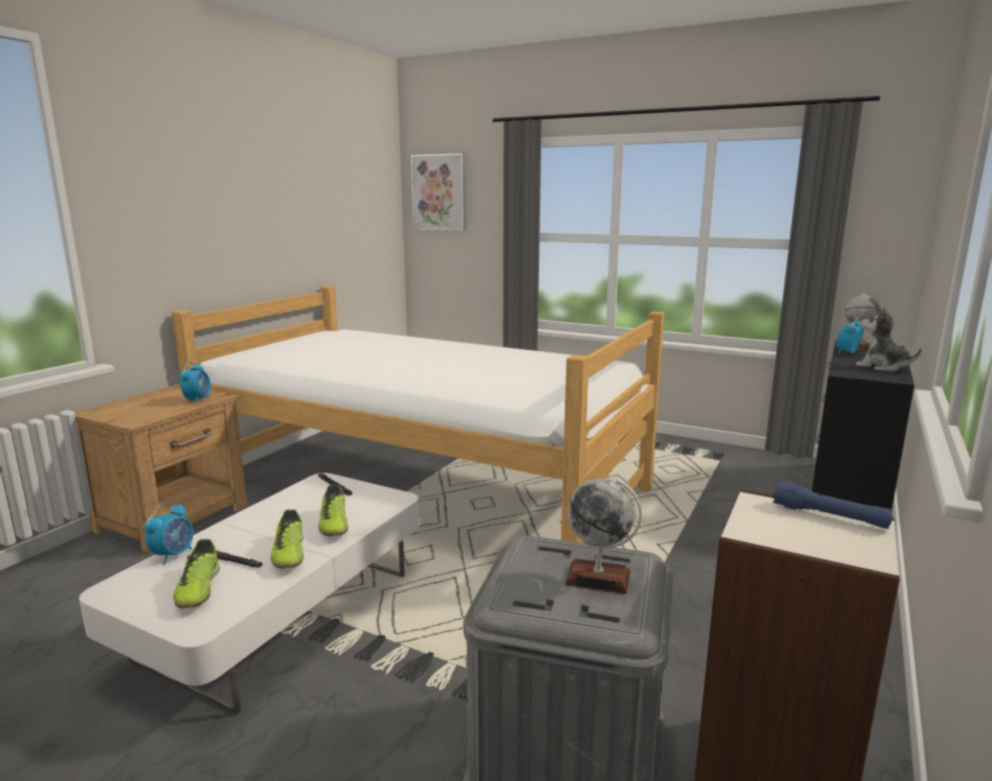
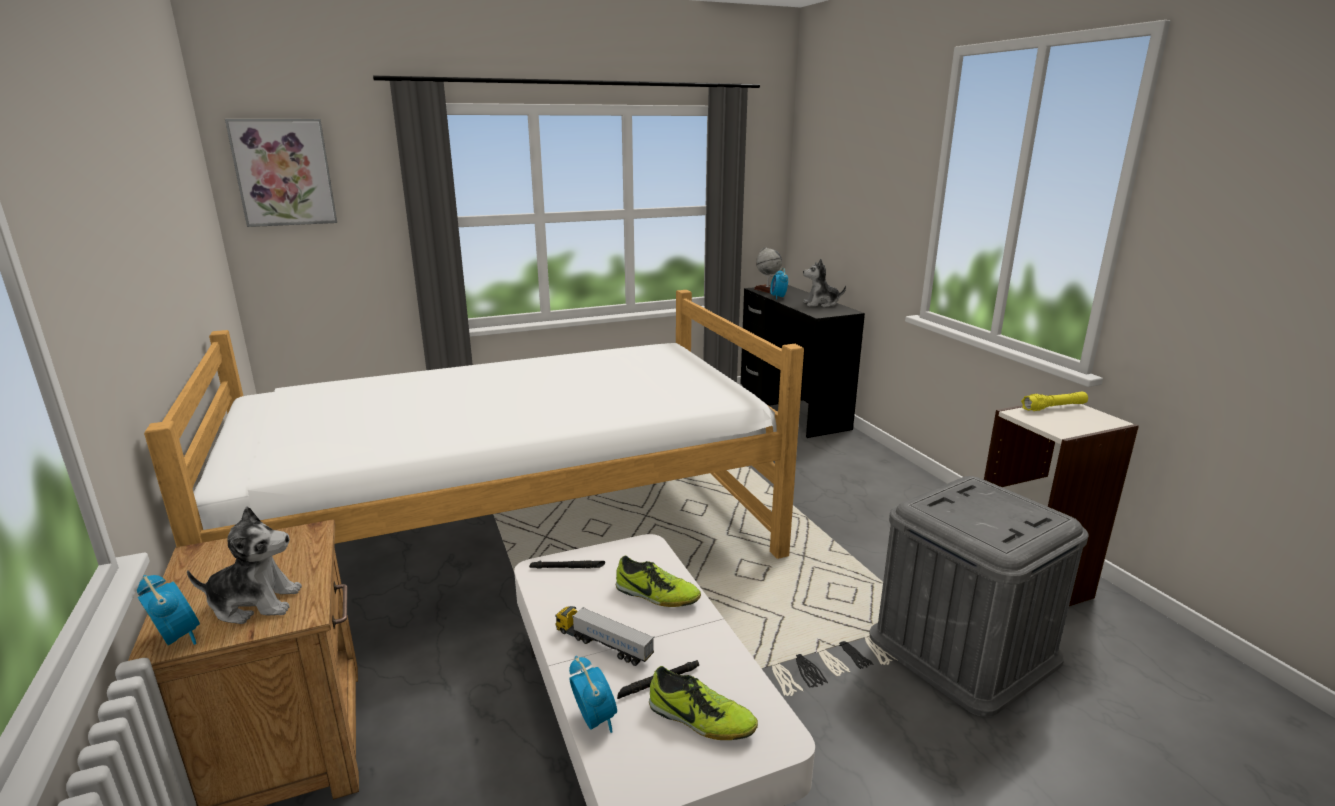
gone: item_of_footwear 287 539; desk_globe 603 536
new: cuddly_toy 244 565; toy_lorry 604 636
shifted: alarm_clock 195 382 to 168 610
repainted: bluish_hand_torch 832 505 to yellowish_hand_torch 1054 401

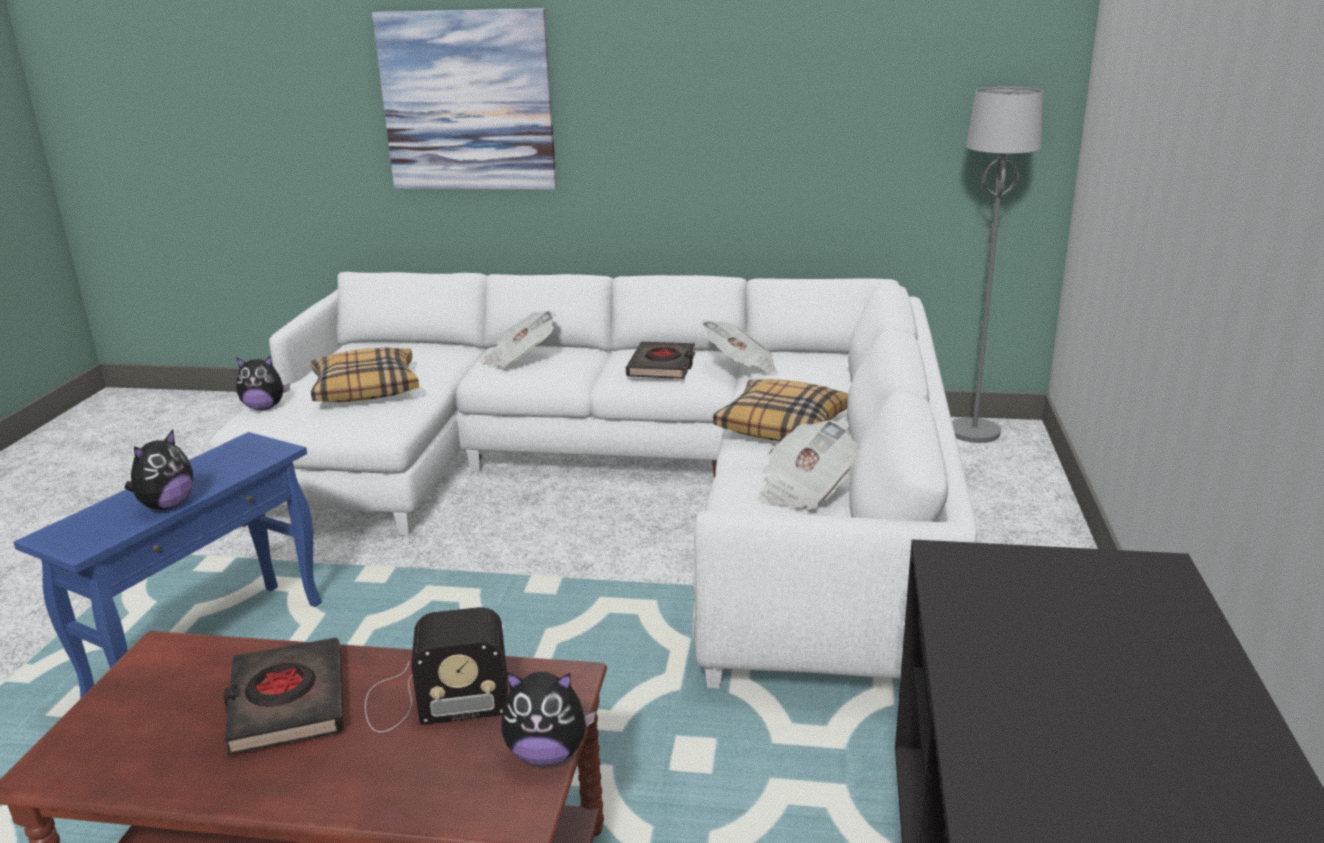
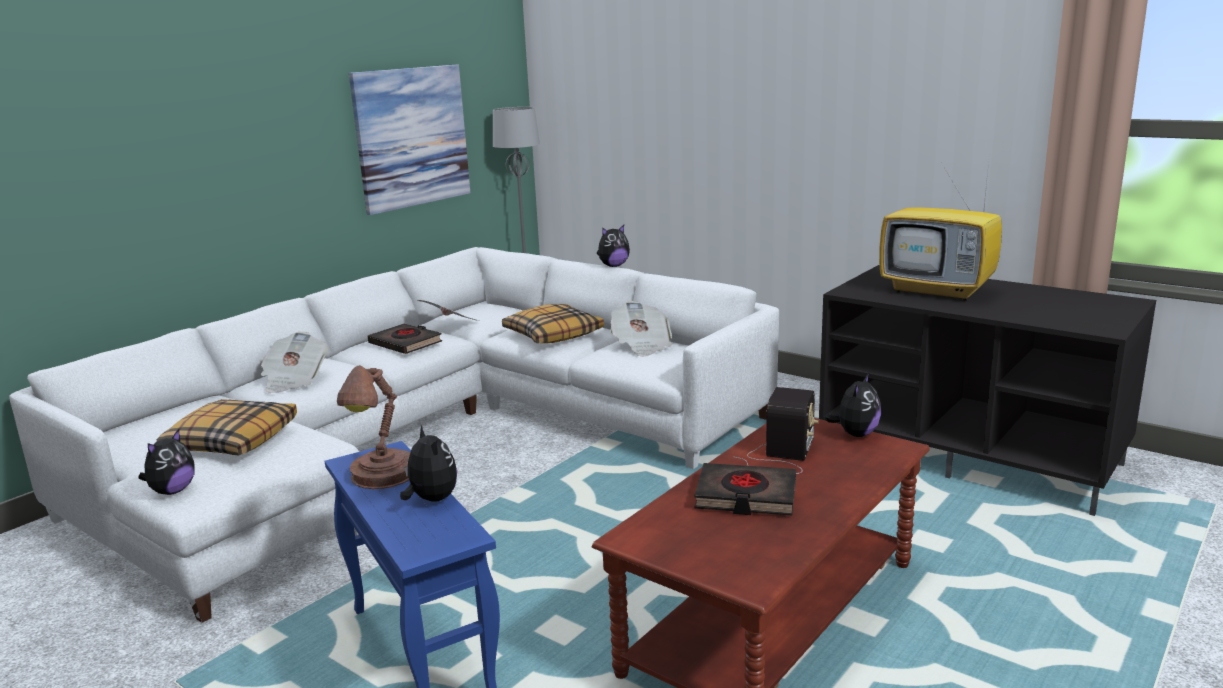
new: brownish_tabletop_lamp 374 427; cuddly_toy 613 246; TV 940 231
shifted: wall_picture 464 99 to 409 139

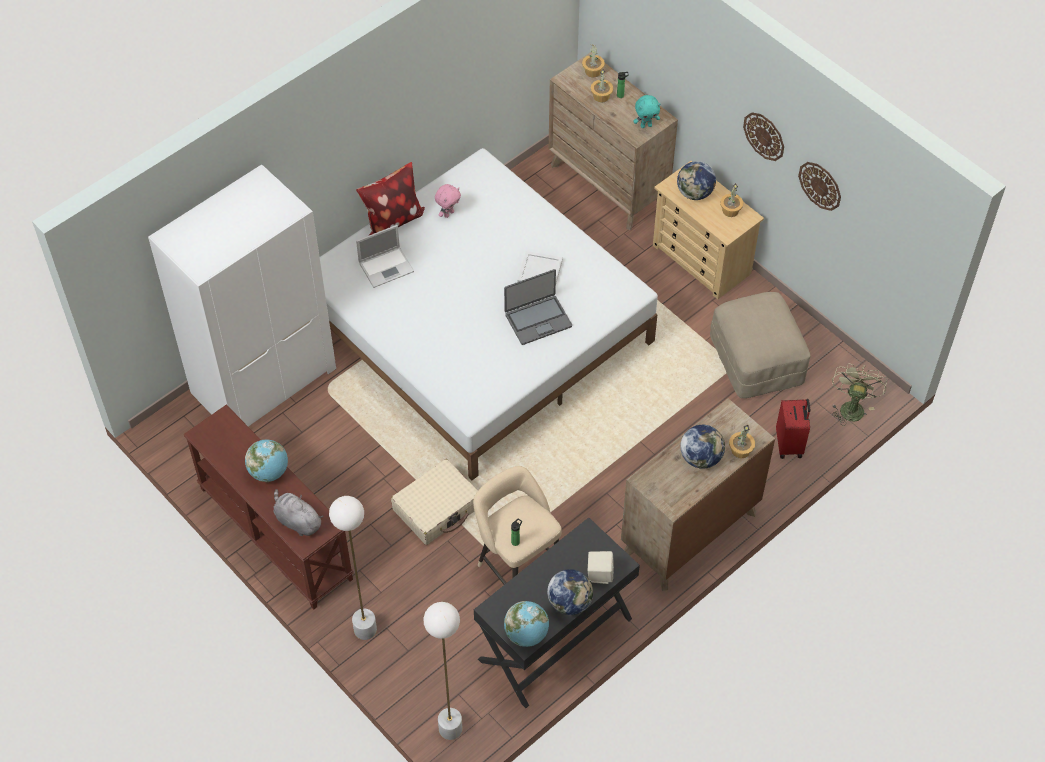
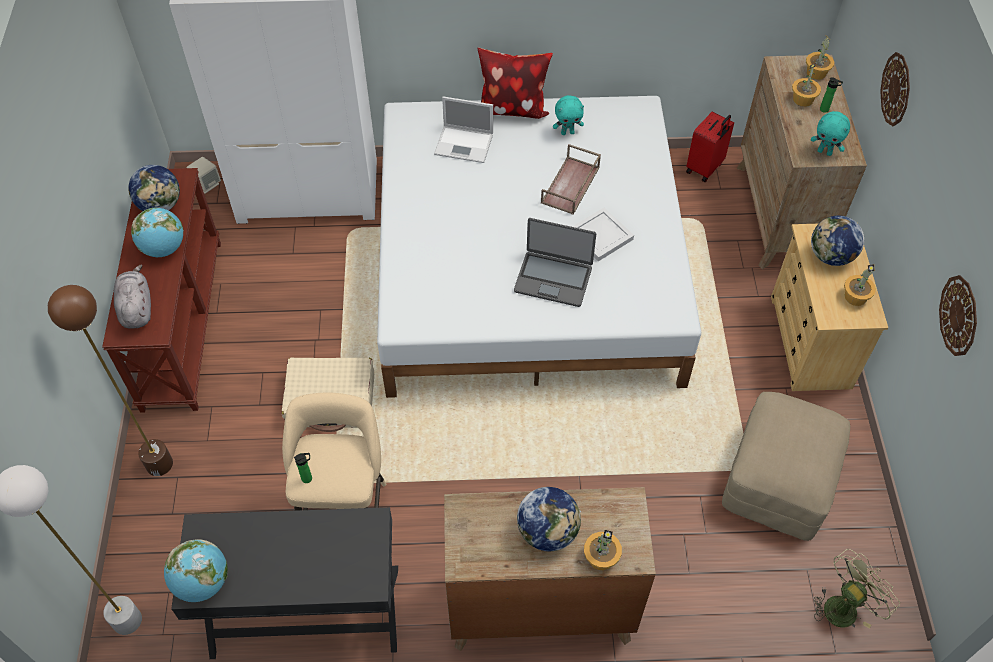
new: brownish_tray 571 179
shifted: desk_globe 570 592 to 154 188; beige_loudspeaker 601 567 to 203 175; wall_clock 763 136 to 895 89; red_travel_case 793 429 to 710 146
repainted: white-coloured_standard_lamp 353 568 to brownish_standard_lamp 110 380; pink_cuddly_toy 448 201 to turquoise_cuddly_toy 568 115

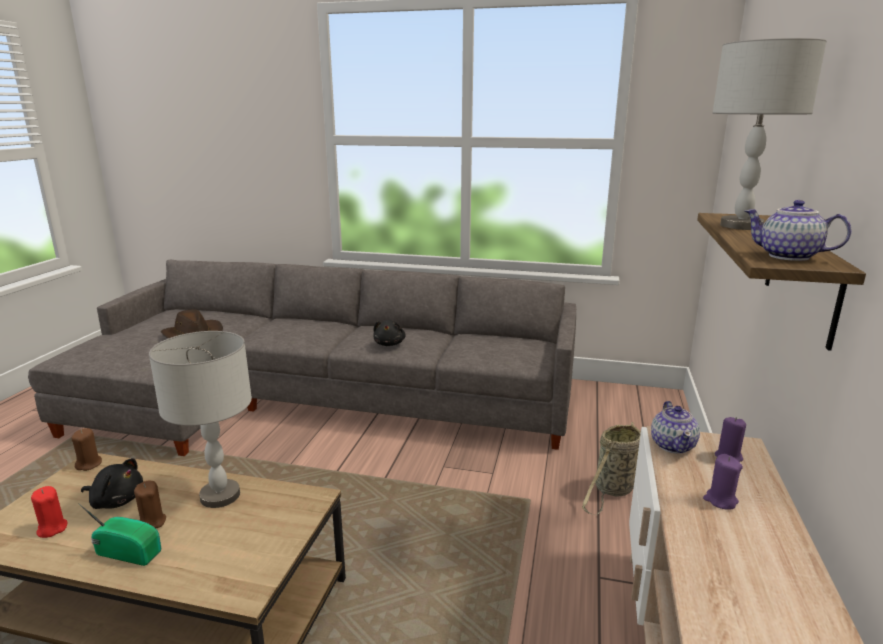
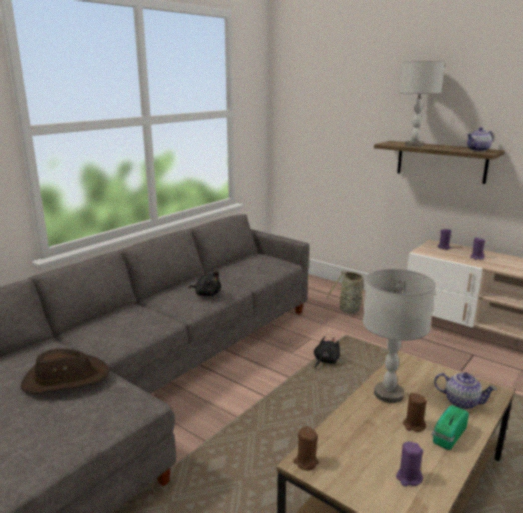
shifted: blackish_cuddly_toy 112 483 to 327 352; teapot 675 427 to 465 391
repainted: red_wax_light 49 512 to purplish_wax_light 409 464

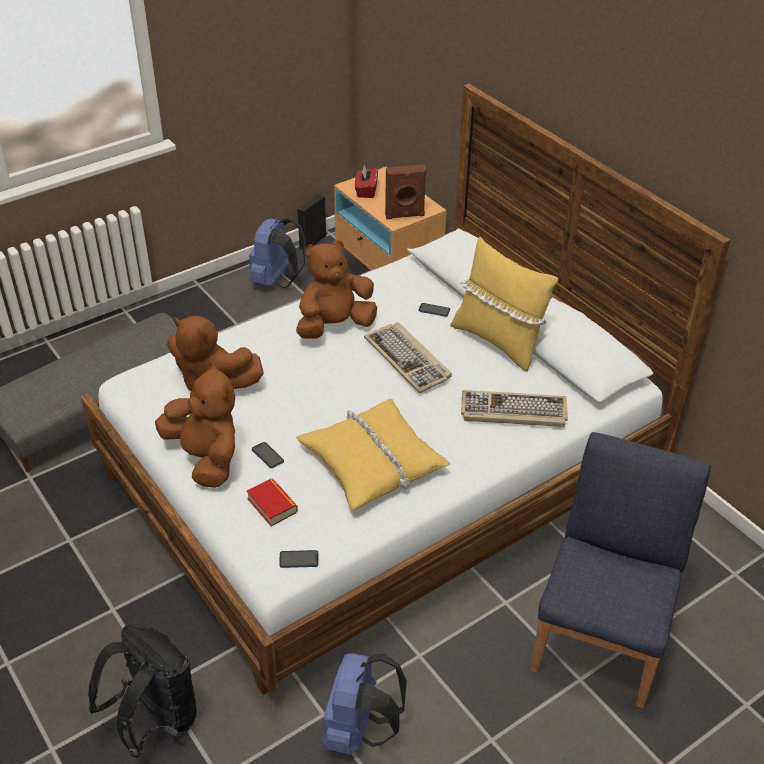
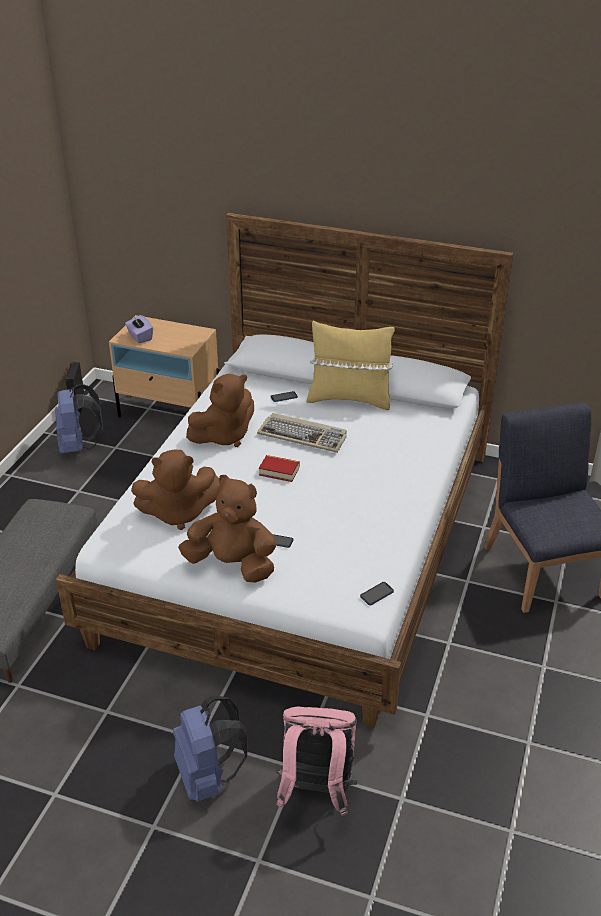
gone: yellowish_pillow 373 455; brownish_loudspeaker 405 191; PC_keyboard 514 408
shifted: book 272 502 to 279 468; bluish_rucksack 364 704 to 210 748
repainted: blackish_rucksack 142 690 to pink_rucksack 316 761; red_tissue_holder 366 181 to purplish_tissue_holder 139 329
rotated: brownish_cuddly_toy 336 289 = 220 410 150 degrees counterclockwise

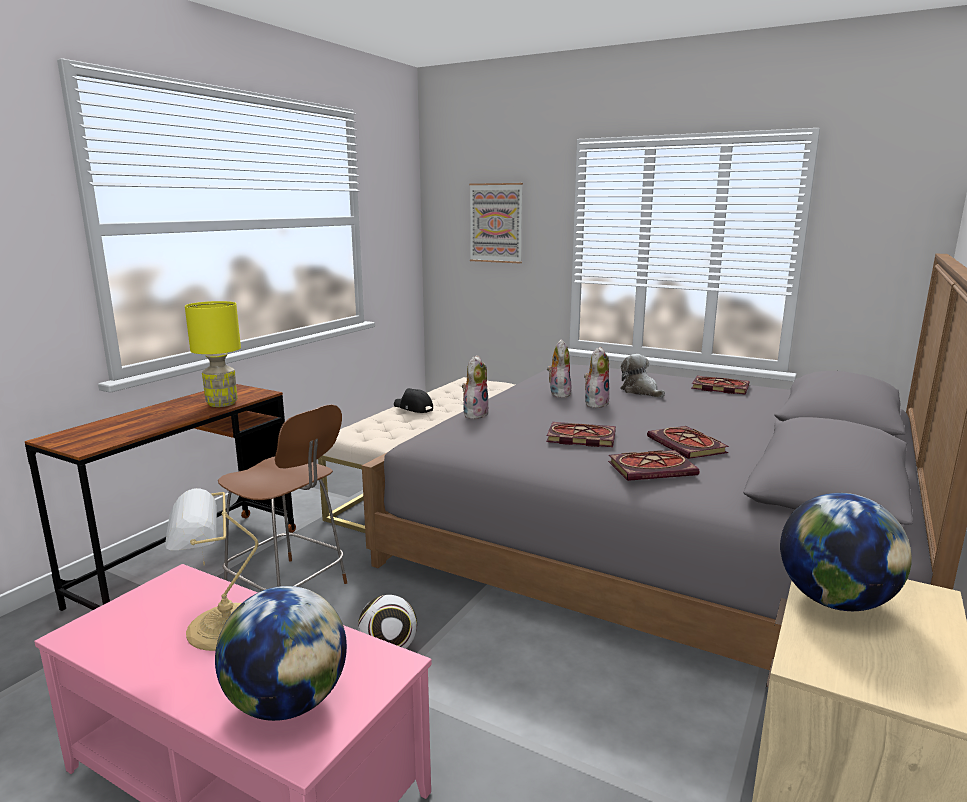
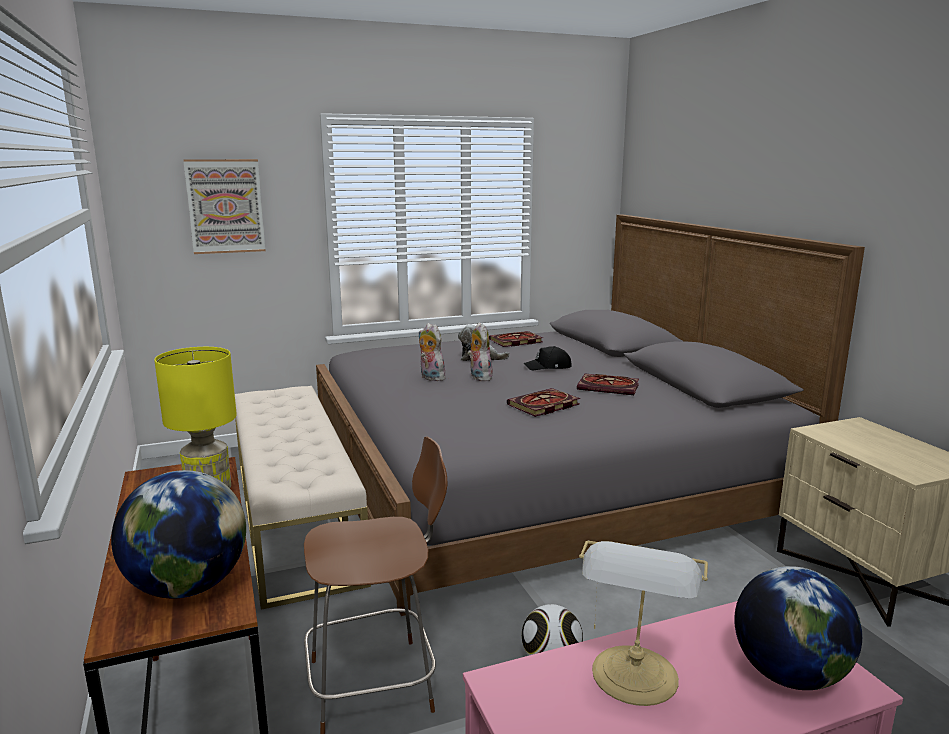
gone: cuddly_toy 475 387; book 653 465
shifted: blackish_baseball_cap 413 400 to 547 358; desk_globe 846 552 to 178 534

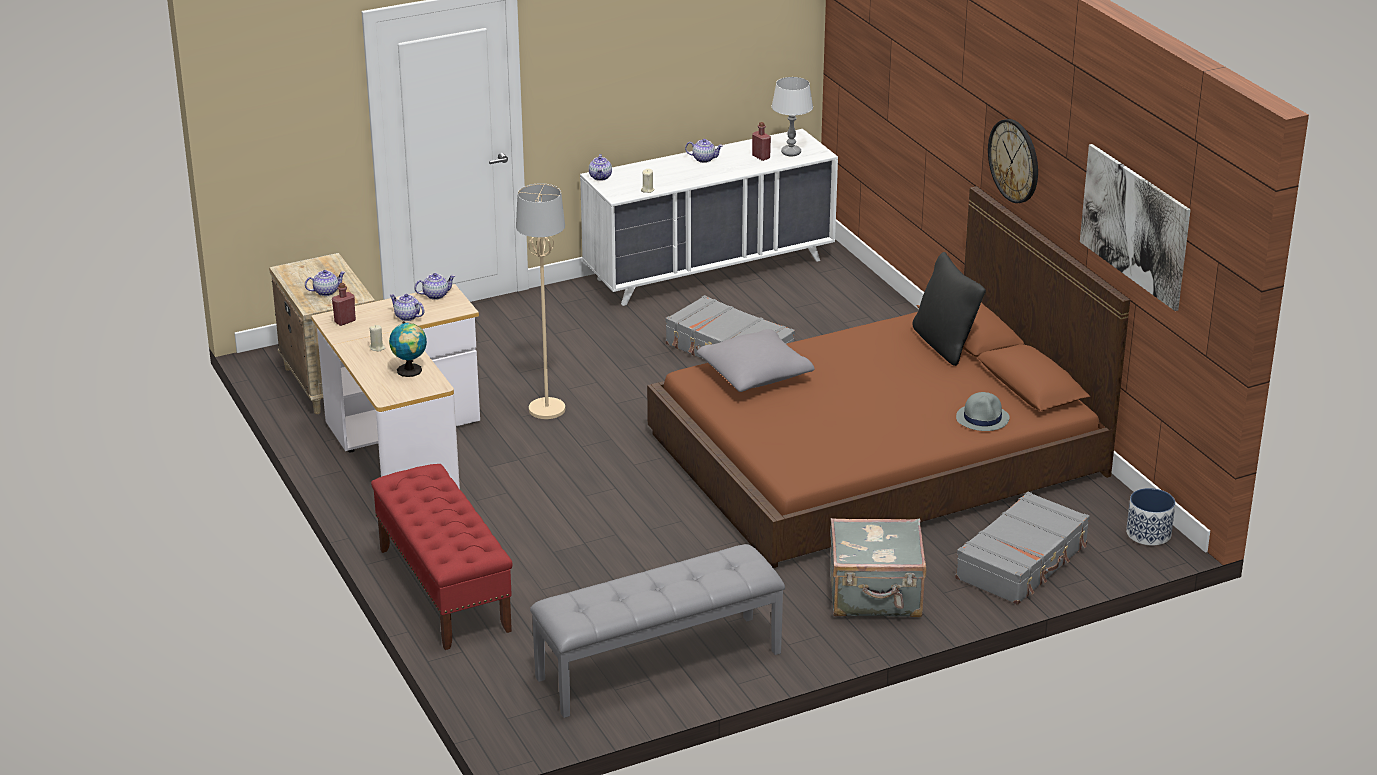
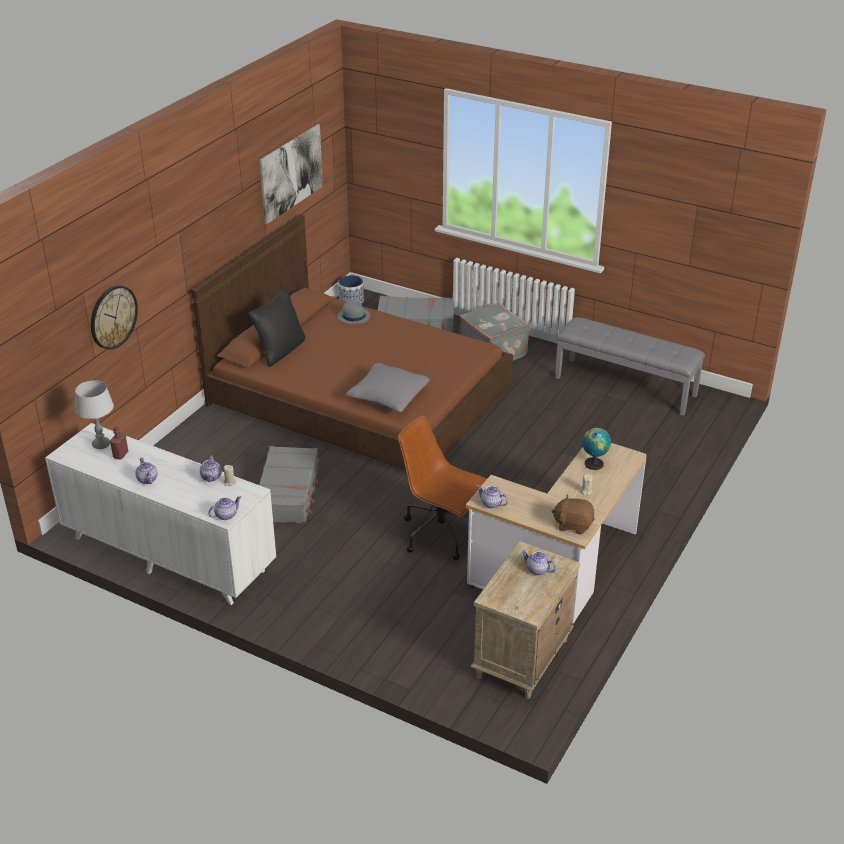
gone: red_long_seat 442 557
shifted: teapot 406 307 to 210 468; wall_clock 1013 161 to 114 317
swapped: red_beverage_bottle 344 304 to brownish_cuddly_toy 573 515; beige_standard_lamp 540 301 to brownish_office_chair 442 488

